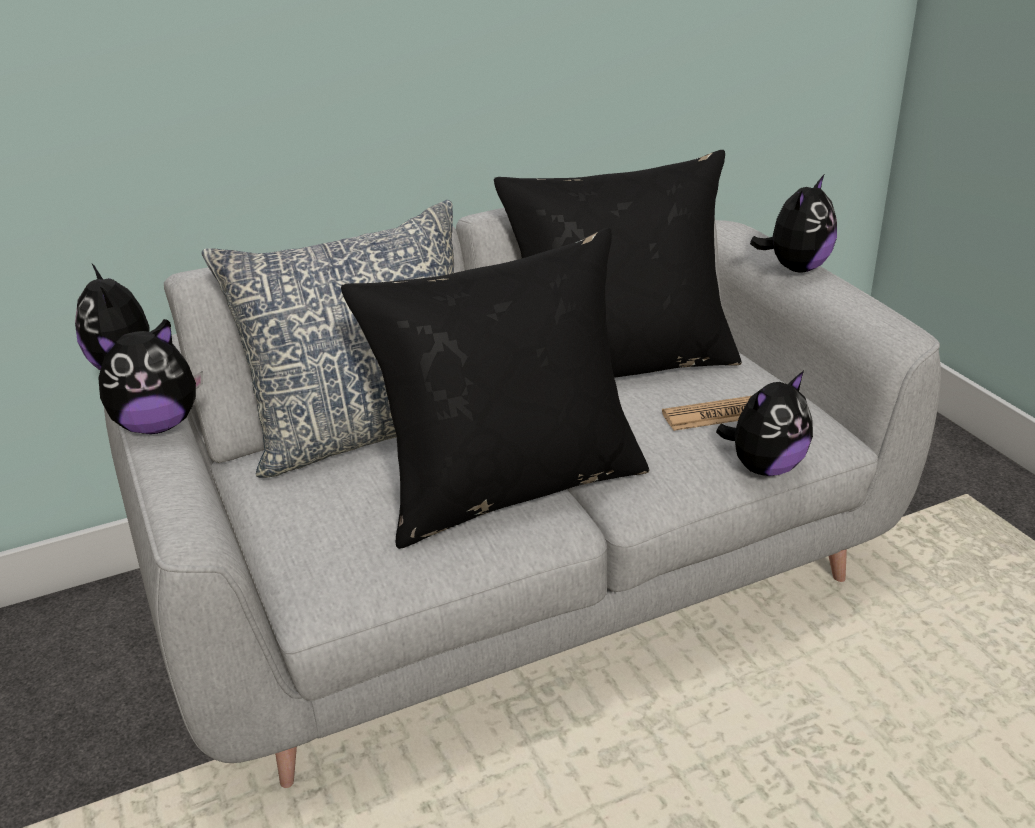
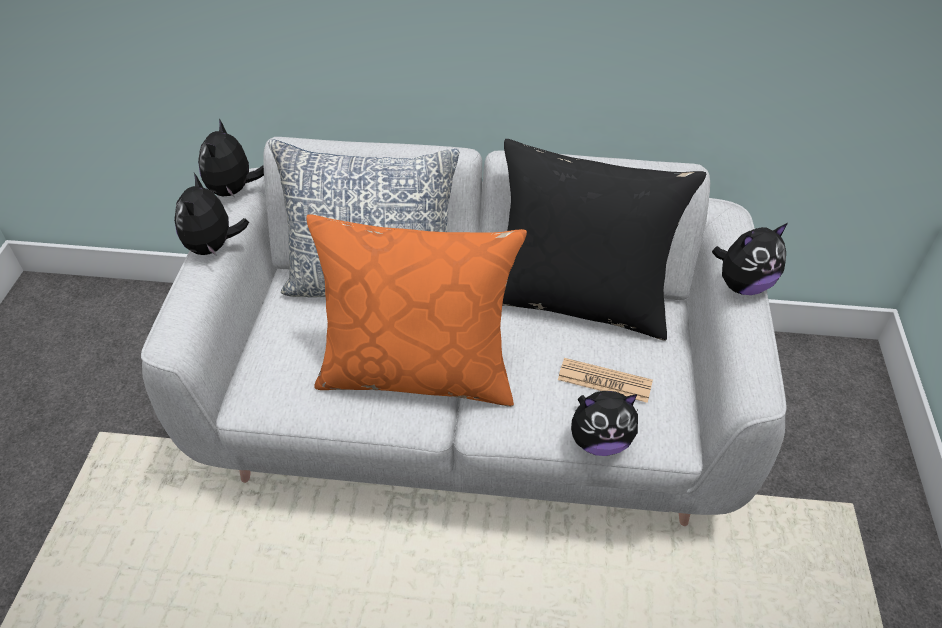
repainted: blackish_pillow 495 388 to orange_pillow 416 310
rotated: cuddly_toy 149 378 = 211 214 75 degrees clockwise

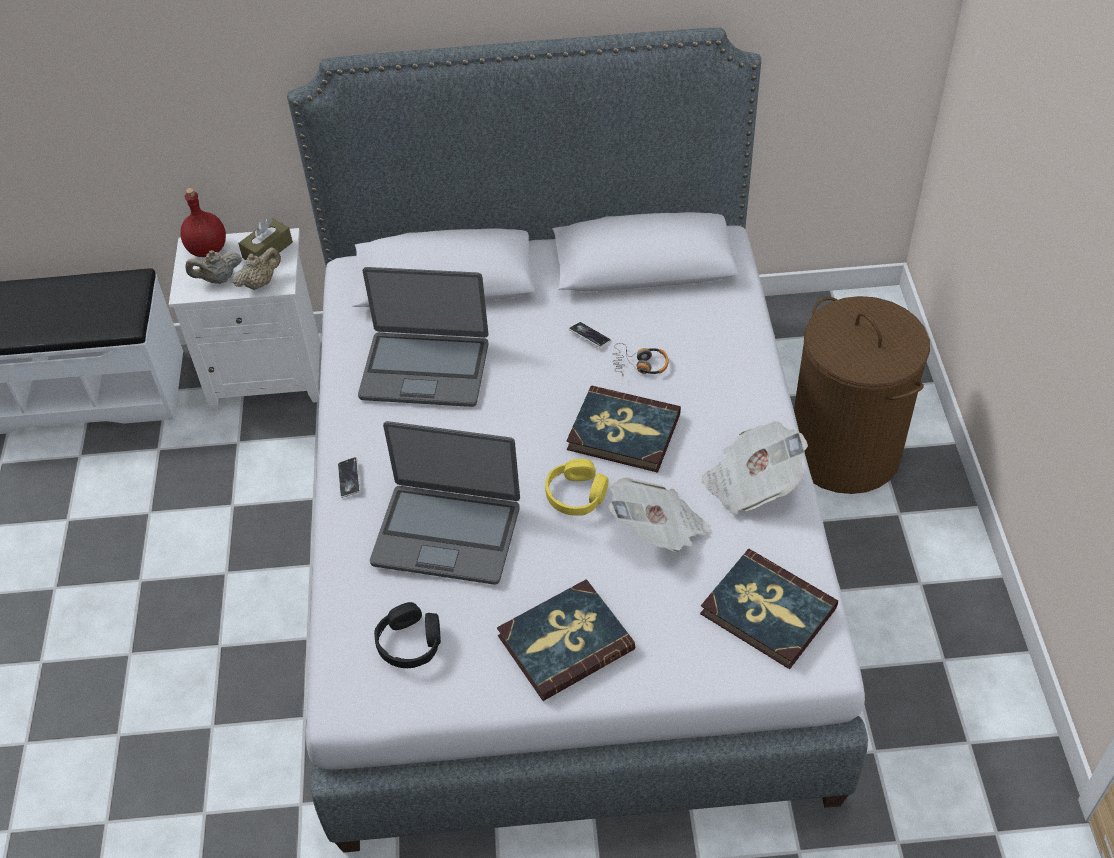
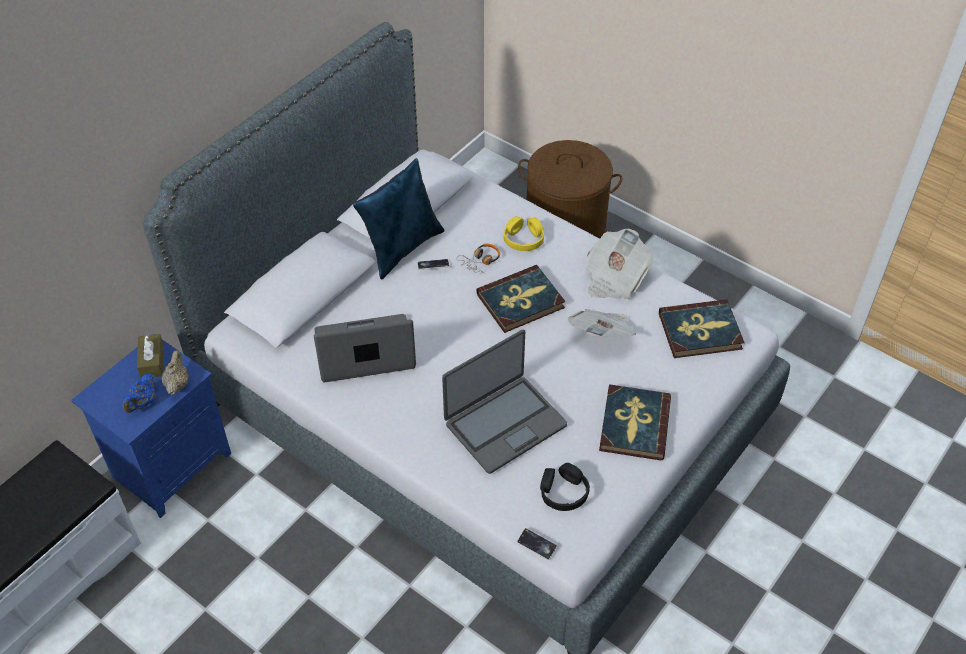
gone: red_beverage_bottle 203 222
new: bluish_pillow 399 219
shifted: phone 349 477 to 537 544; yellowish_headset 577 487 to 524 233
repainted: white-coloured_nightstand 244 319 to bluish_nightstand 151 426; beige_teapot 213 267 to bluish_teapot 139 393
rotated: laptop 423 337 = 365 348 150 degrees counterclockwise

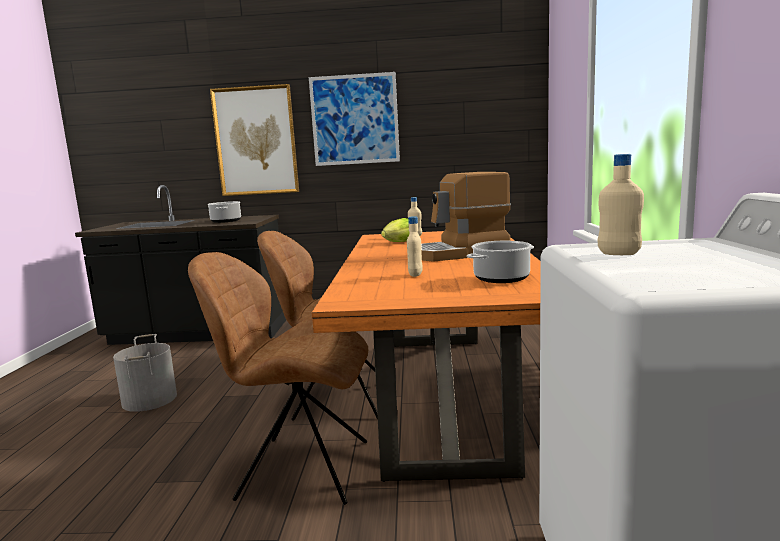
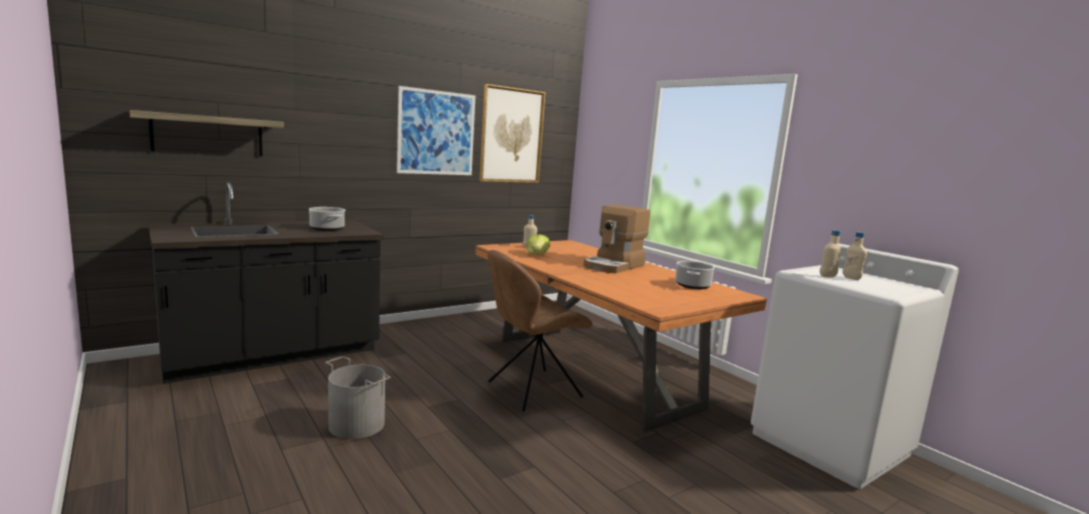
gone: brownish_chair 278 378
new: shelf 206 133
shifted: wall_picture 254 140 to 512 133; beige_beverage_bottle 415 246 to 855 256

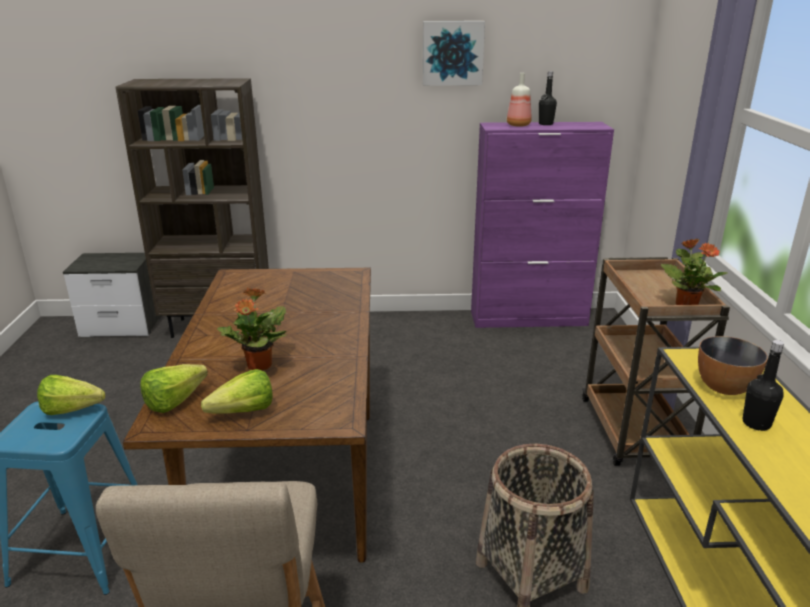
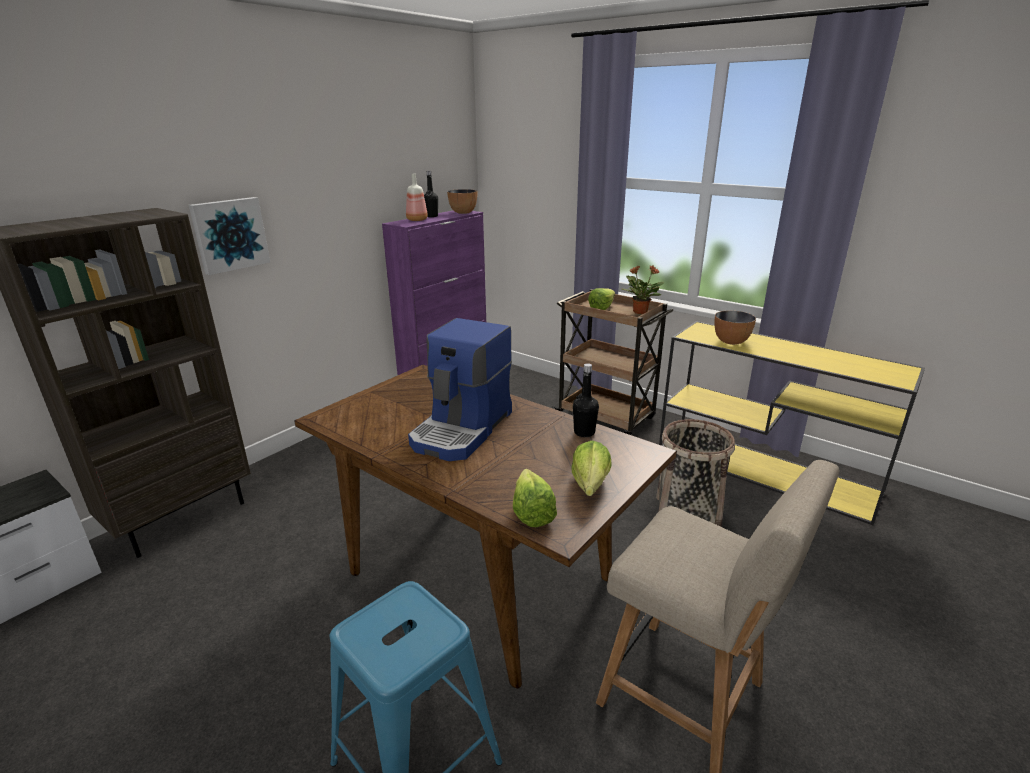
gone: potted_plant 252 329
new: coffee_maker 460 389; serving_bowl 462 201
shifted: head_of_lettuce 71 395 to 601 299; wall_picture 454 53 to 229 236; blackish_beverage_bottle 763 385 to 586 400

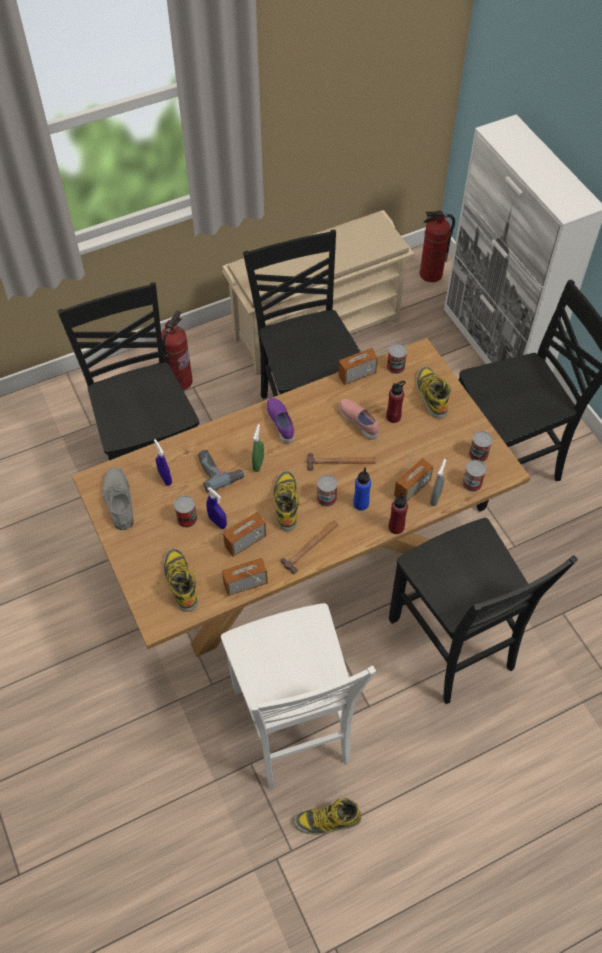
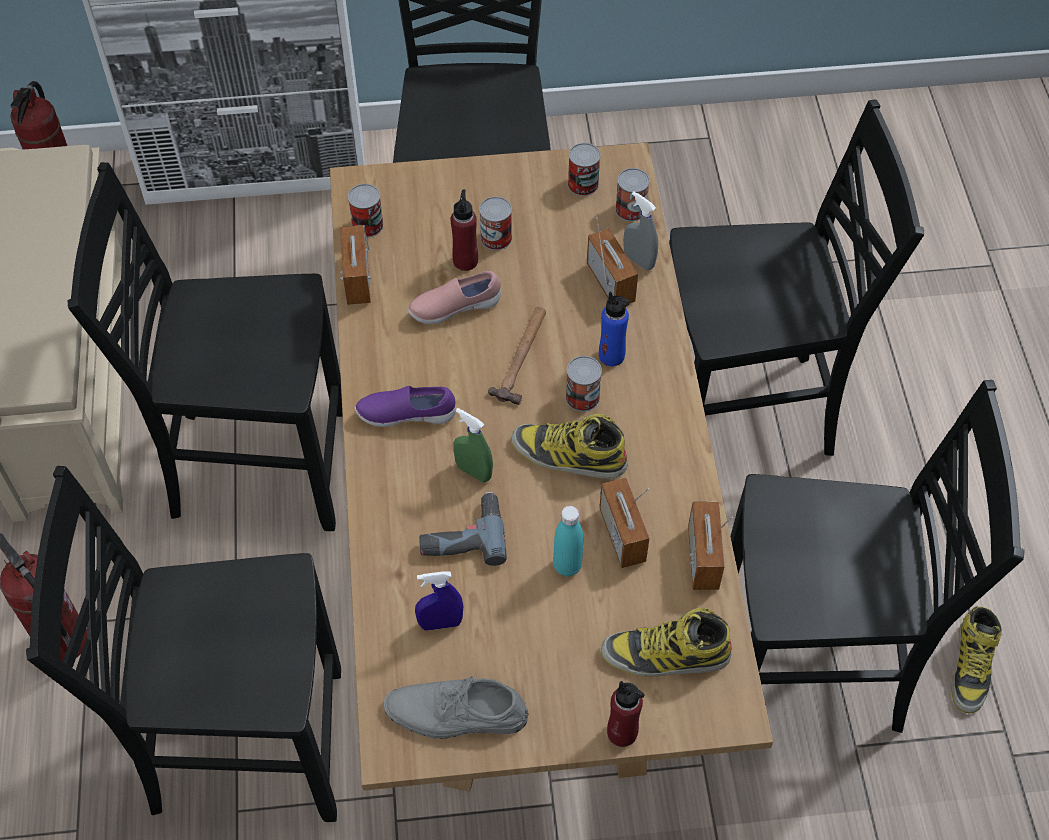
gone: tool_hammer 309 547; high-top_boot 433 393
shifted: can 185 511 to 495 223; red_beverage_bottle 398 513 to 625 714
swapped: bluish_sprayer 216 508 to turquoise_beverage_bottle 568 541
repainted: white-coloured_chair 298 696 to blackish_chair 878 556

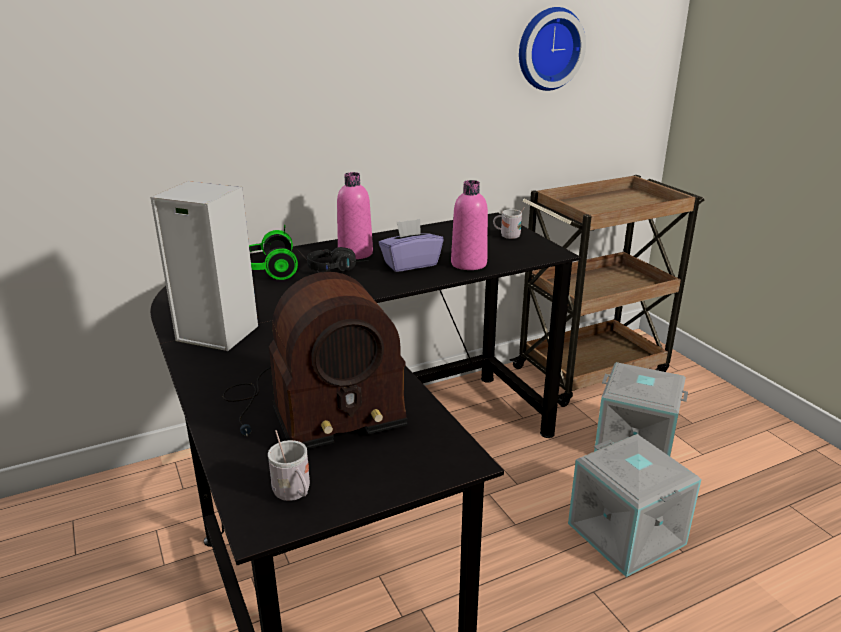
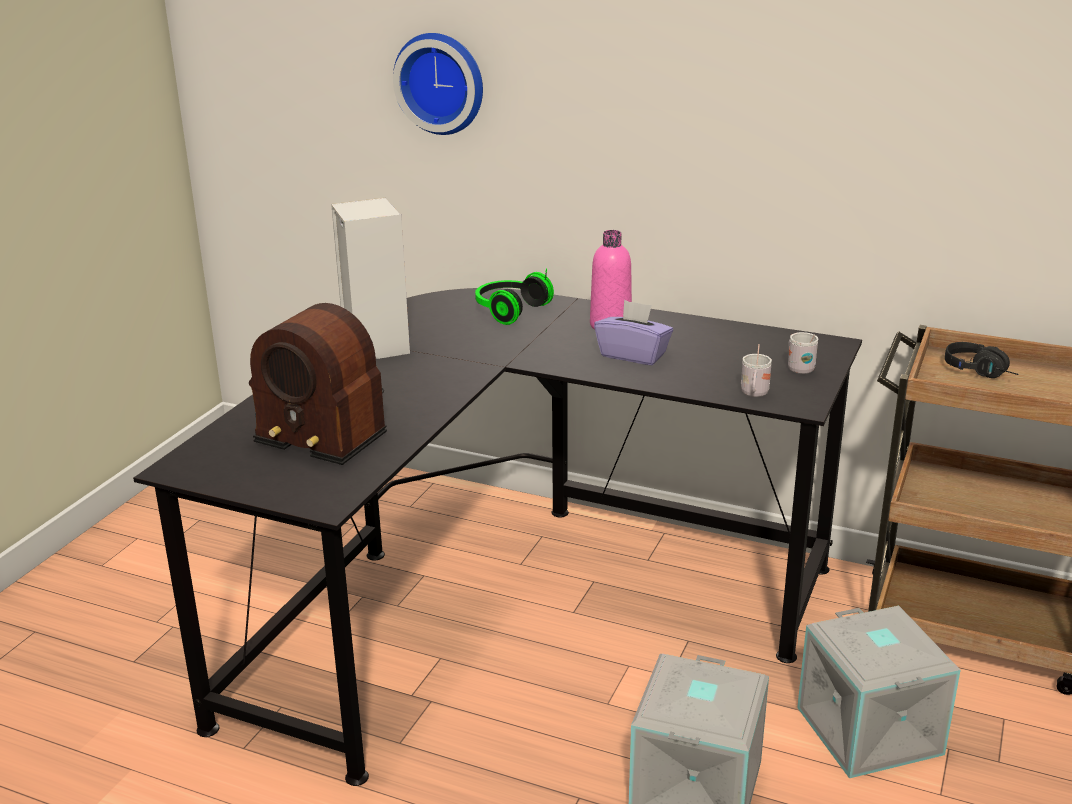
gone: pink_beverage_bottle 469 225
shifted: white-coloured_mug 289 465 to 756 370; blackish_headset 338 259 to 981 360; wall_clock 552 49 to 438 84

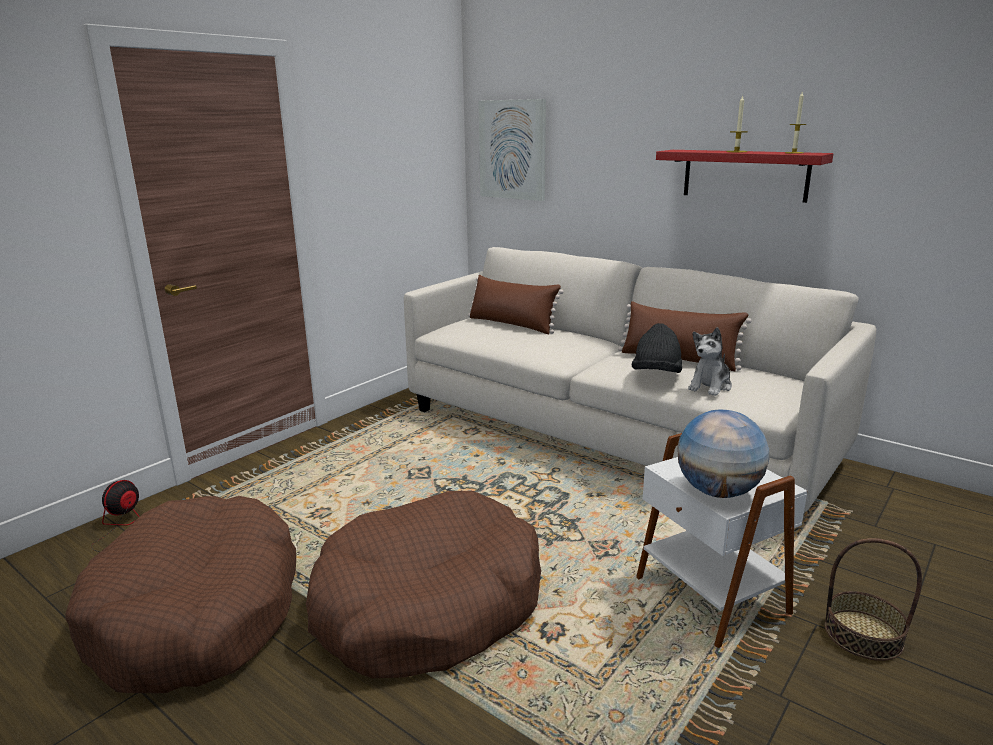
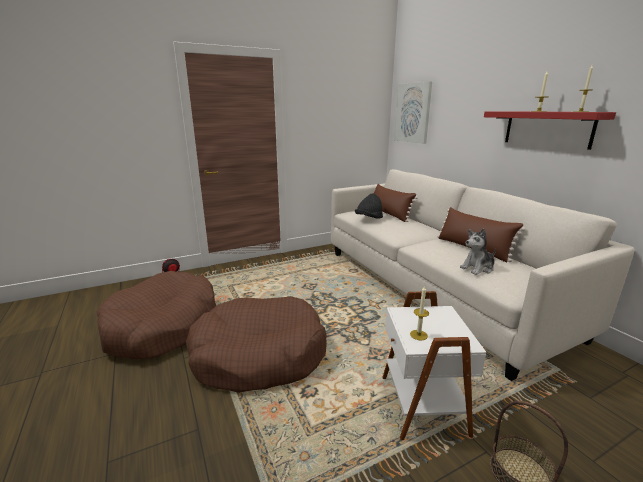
shifted: blackish_hat 657 348 to 369 206
swapped: desk_globe 723 454 to wax_light 419 312

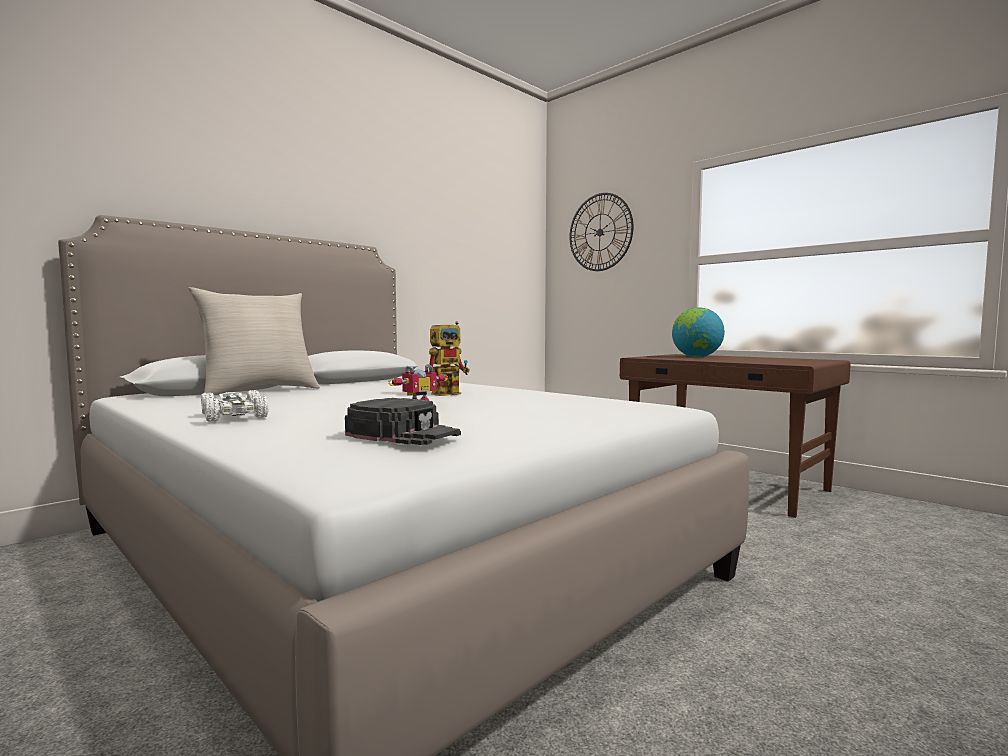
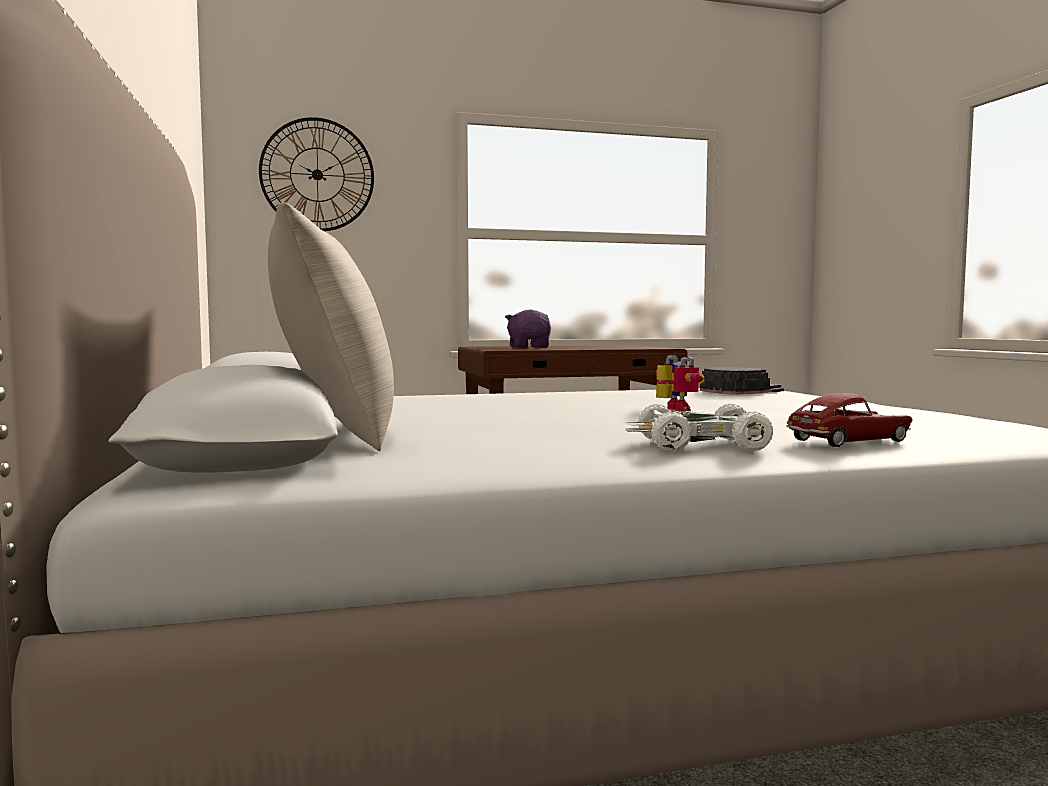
gone: model_robot 449 358
new: toy_car 849 420
shifted: blackish_baseball_cap 403 421 to 742 381
swapped: desk_globe 698 332 to purplish_cuddly_toy 528 328

